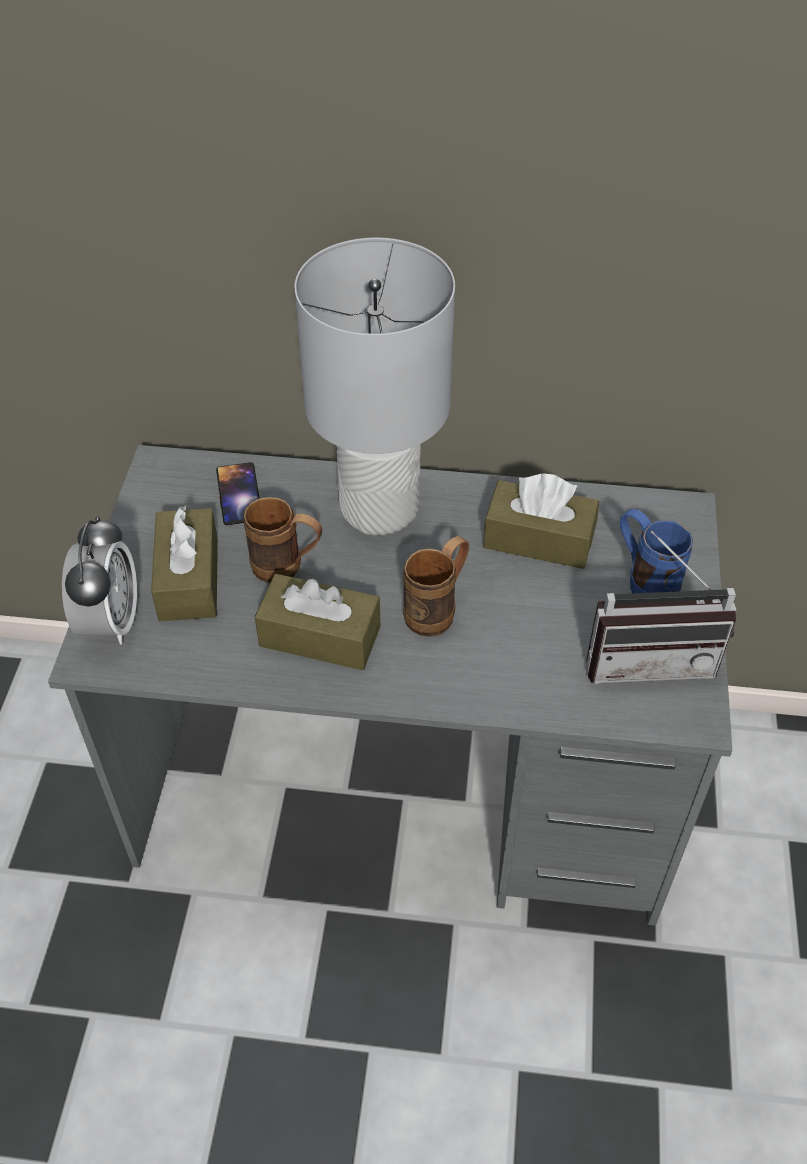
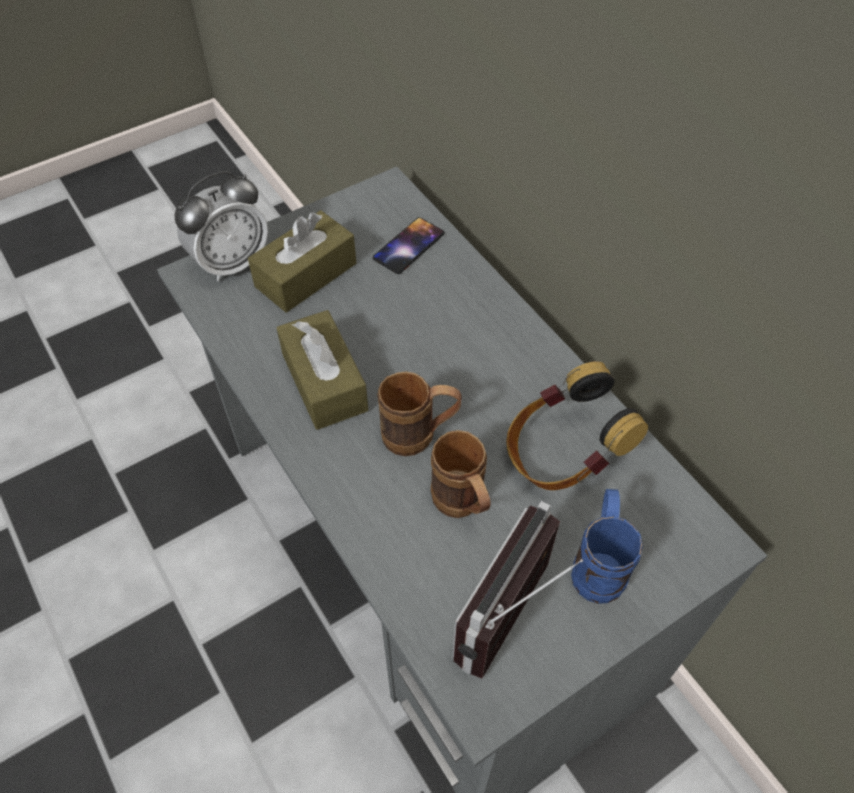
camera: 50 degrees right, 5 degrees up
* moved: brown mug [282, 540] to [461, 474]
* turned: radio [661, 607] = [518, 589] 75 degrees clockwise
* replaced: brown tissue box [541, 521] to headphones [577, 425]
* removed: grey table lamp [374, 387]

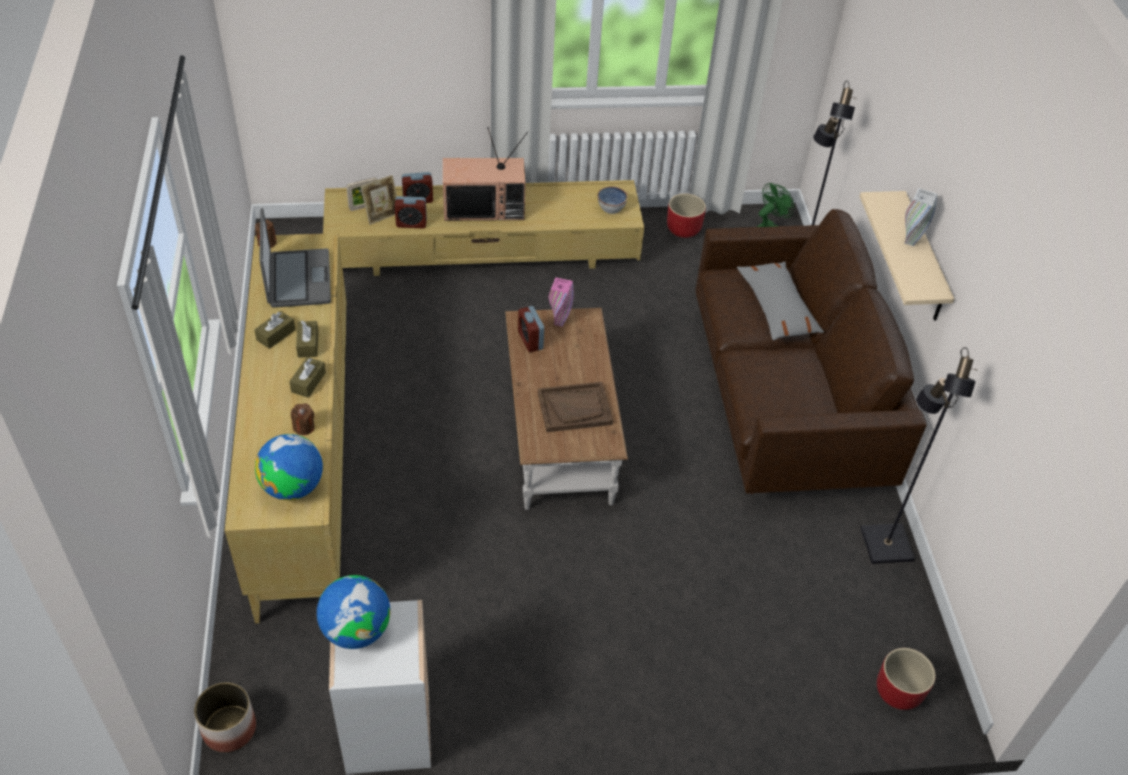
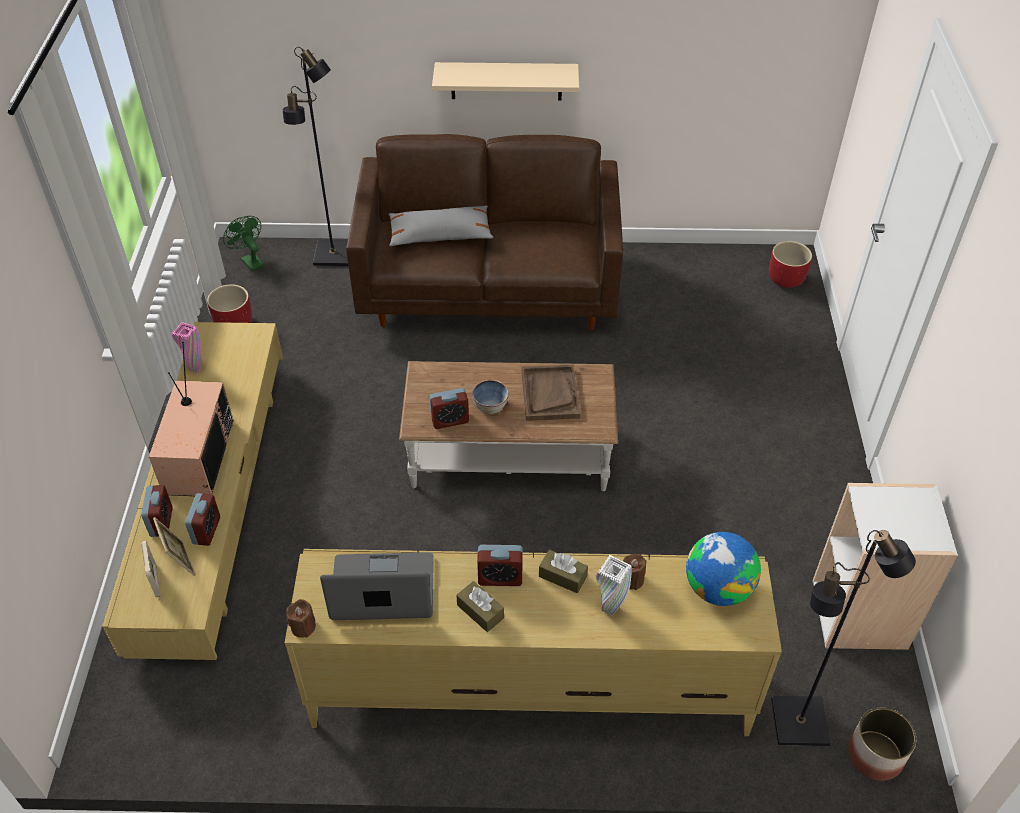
camera: 80 degrees left, 0 degrees up
* moved: pink vase [561, 302] to [187, 347]
* moved: bowl [613, 200] to [490, 397]
* replaced: brown tissue box [307, 339] to alarm clock [500, 565]
* moved: white vase [921, 217] to [614, 585]
* moved: black floor lamp [919, 455] to [843, 638]
* removed: globe [353, 612]

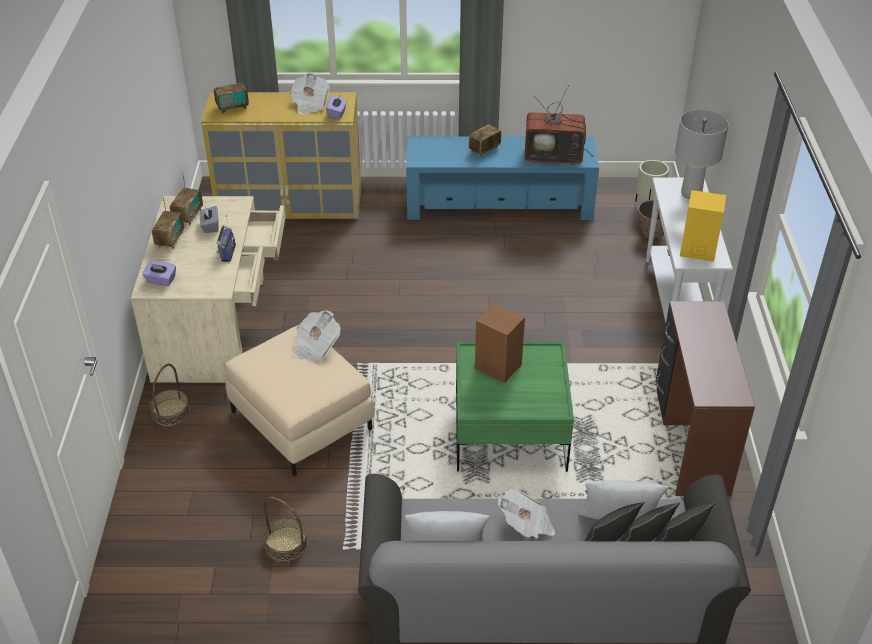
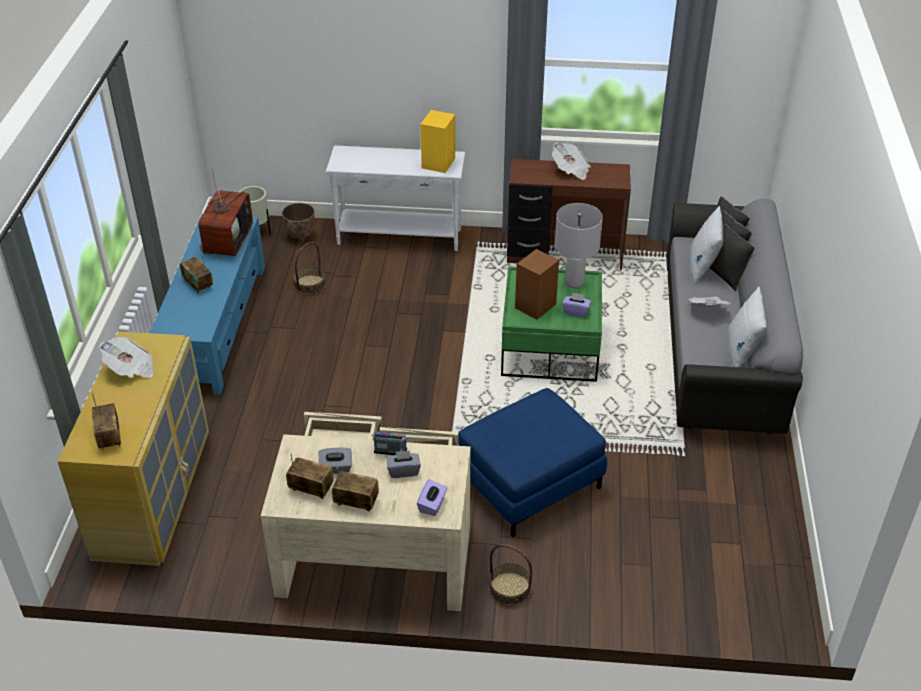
camera: 85 degrees left, 0 degrees up
* moved: basket [285, 529] to [309, 268]
* added: grey tissue box [403, 464]
* recoloured: beige ottoman [299, 400] to blue ottoman [532, 462]
* moved: newspaper [317, 335] to [571, 161]
* moved: grey table lamp [702, 154] to [579, 245]
* moved: purple tissue box [336, 107] to [576, 305]

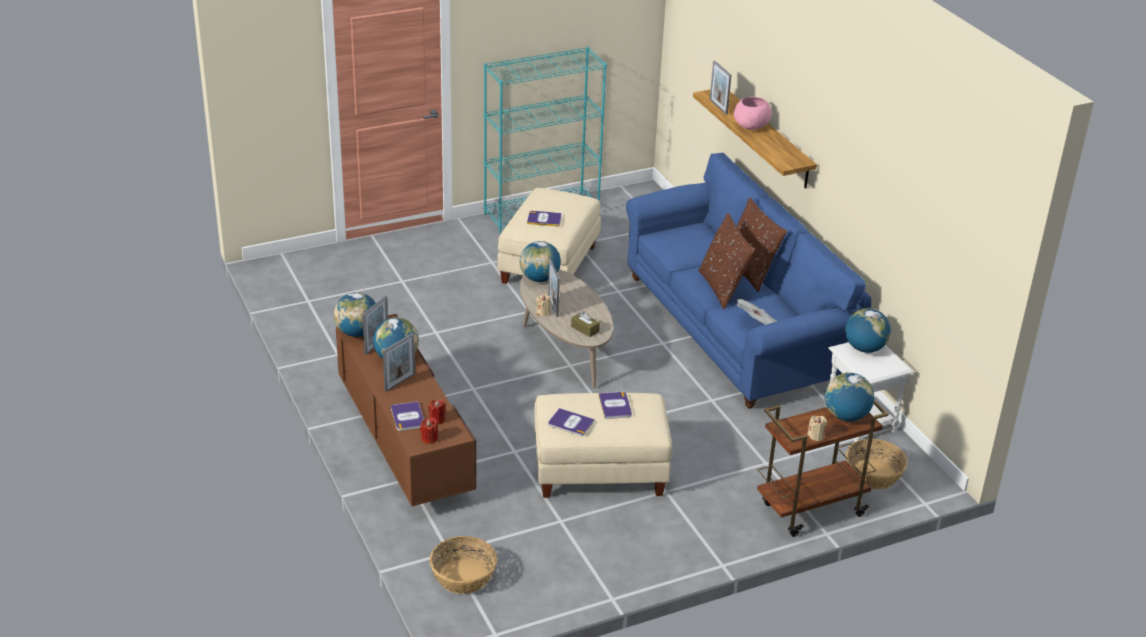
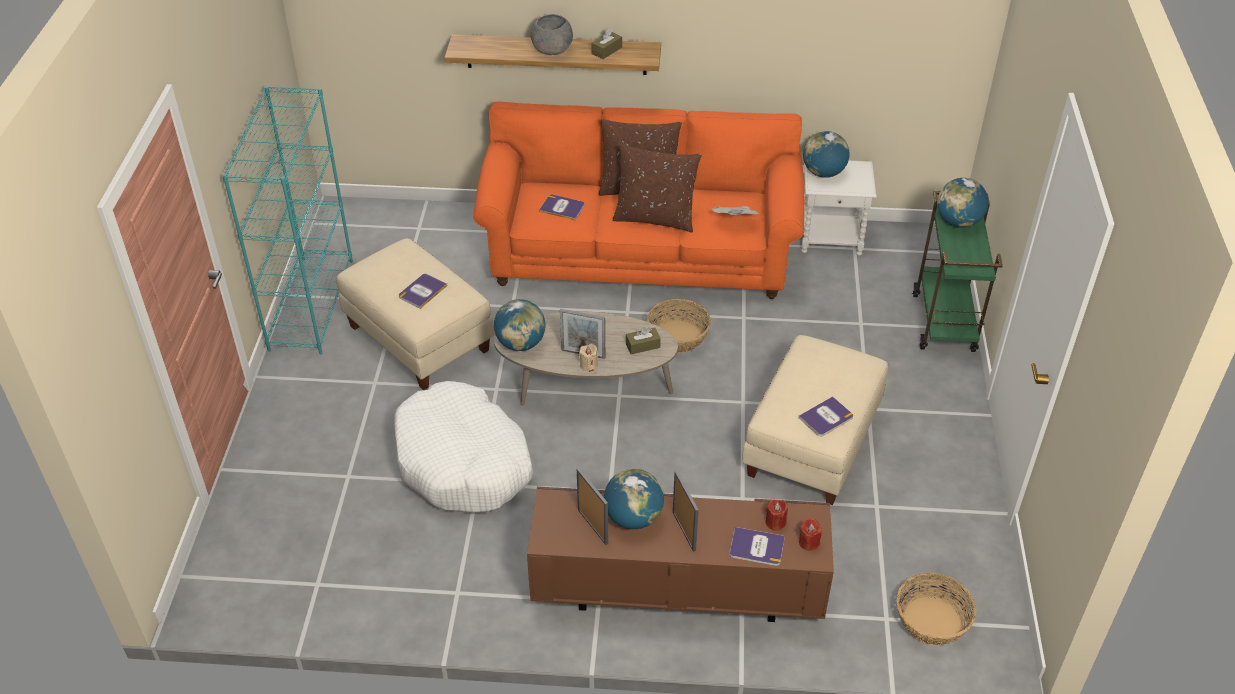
camera: 60 degrees left, 10 degrees up
* added: white dog bed [464, 446]
* recoloured: blue sofa [748, 281] to orange sofa [639, 200]
* recoloured: pink bowl [752, 113] to grey bowl [552, 34]
* moved: book [615, 405] to [562, 208]
* added: brown tissue box [606, 43]
* moved: basket [877, 464] to [679, 326]
* recoloured: brown cart [822, 468] to green cart [957, 271]
* removed: globe [355, 314]
* removed: picture frame [720, 88]
* removed: beige candle [817, 428]

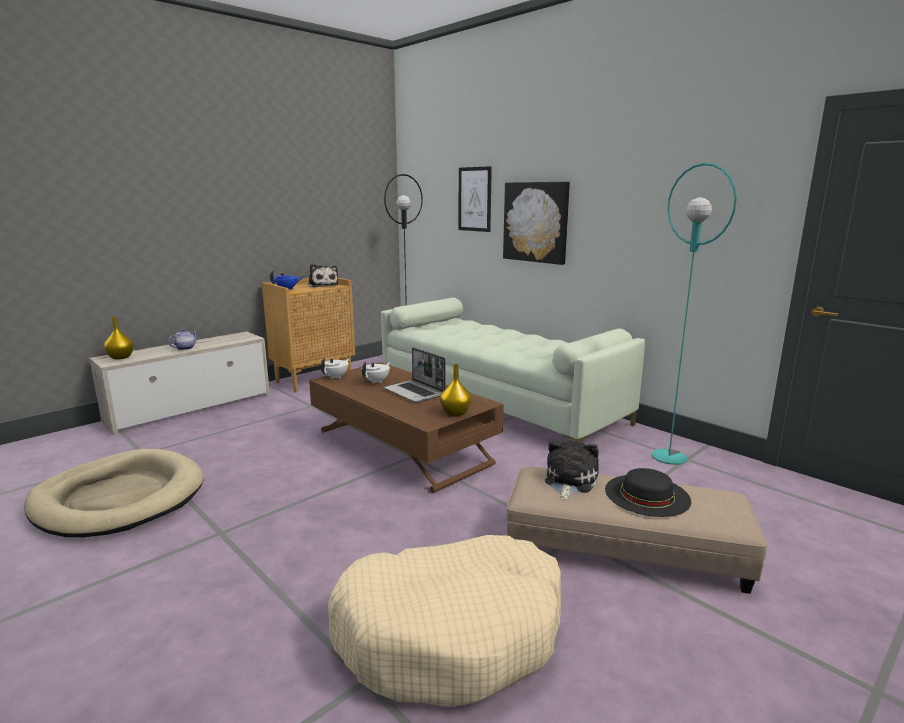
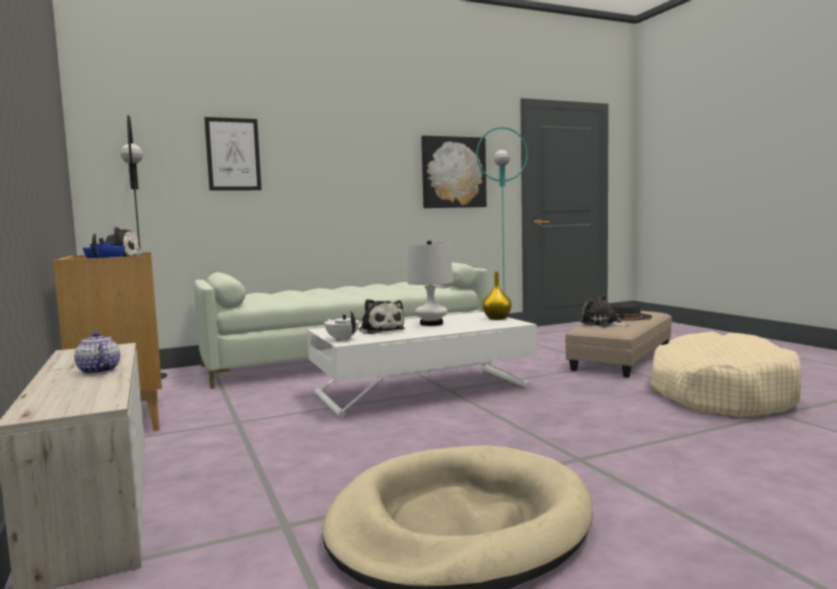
camera: 70 degrees left, 10 degrees down
* recoloured: brown coffee table [406, 427] to white coffee table [422, 365]
* replaced: white teapot [376, 373] to plush toy [381, 316]
* replaced: laptop [415, 374] to white table lamp [430, 283]
* moved: picture [536, 223] to [454, 172]
* removed: yellow vase [119, 338]

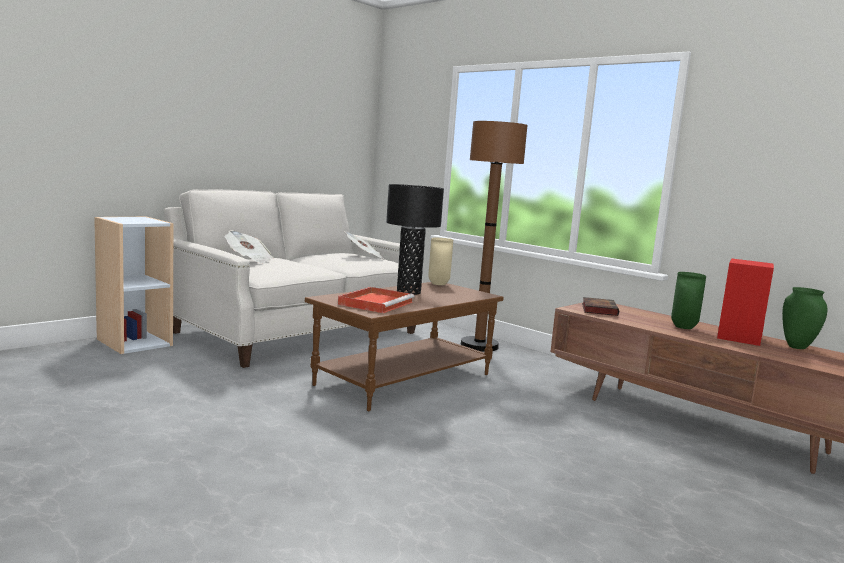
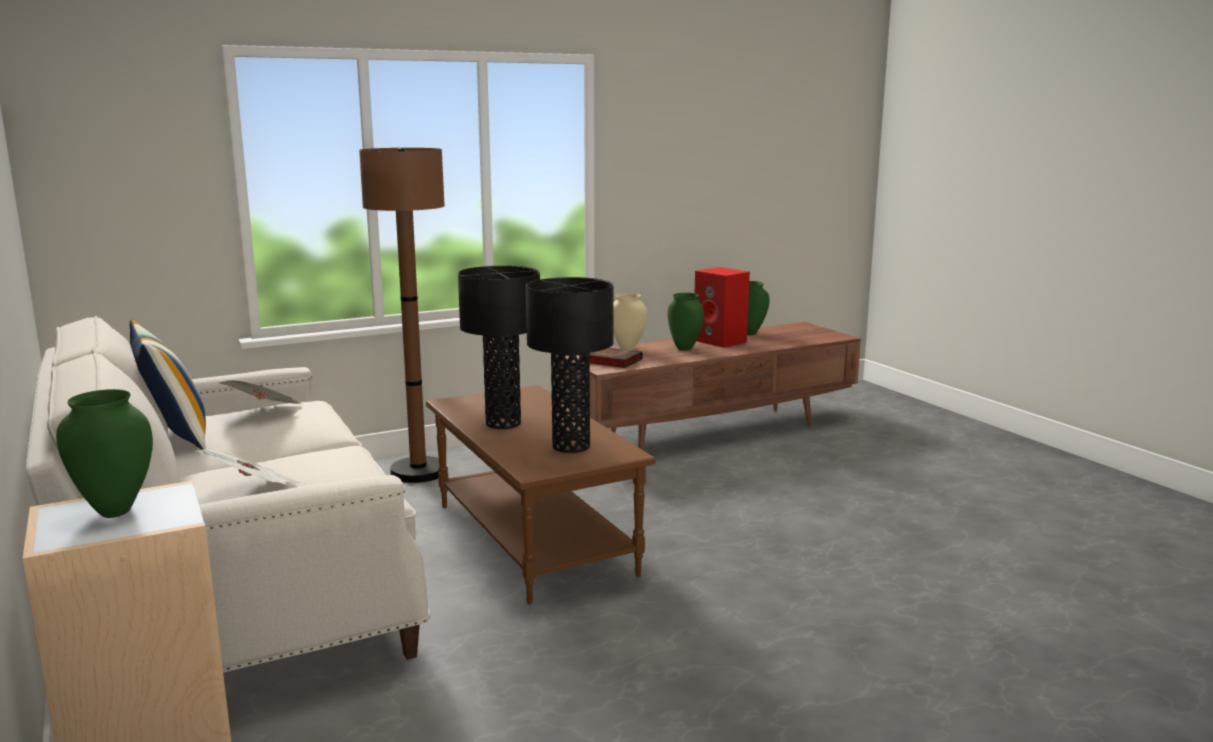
camera: 70 degrees left, 5 degrees up
* added: green vase [104, 453]
* added: pillow [168, 384]
* replaced: red tray [376, 300] to black table lamp [570, 365]
* moved: beige vase [440, 261] to [630, 321]

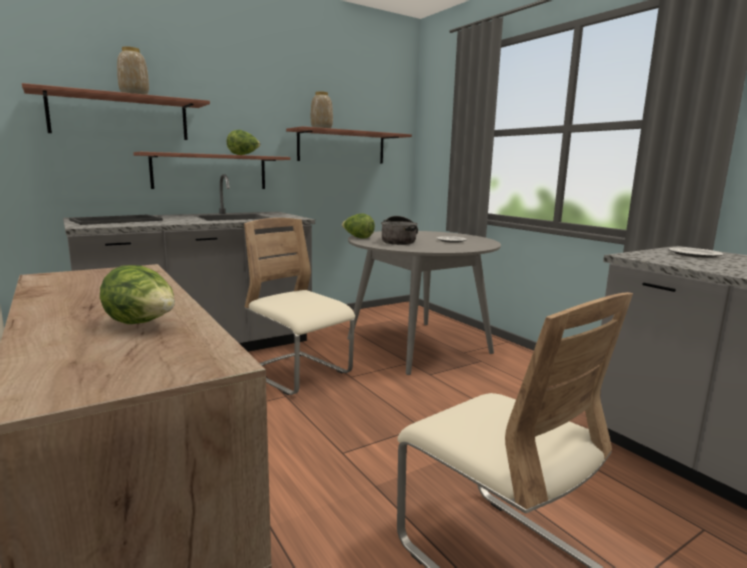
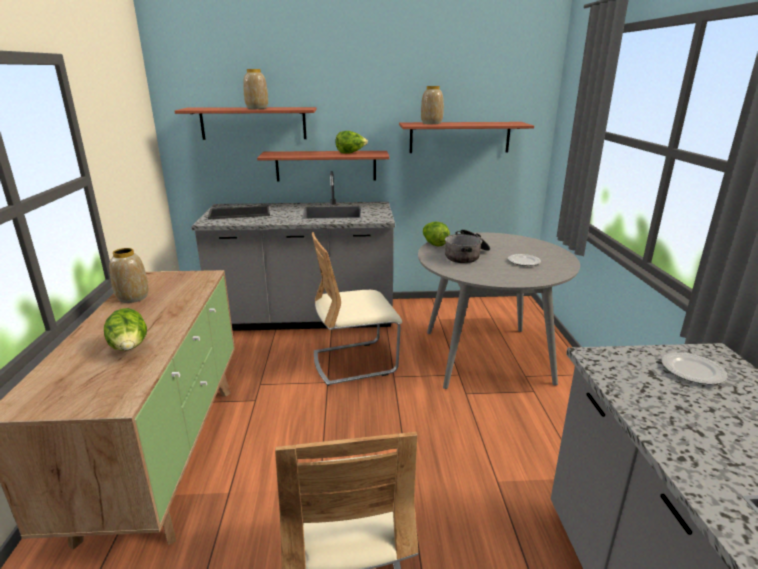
camera: 30 degrees right, 10 degrees up
* added: vase [129, 275]
* turned: beige chair [299, 306] = [357, 309] 90 degrees counterclockwise

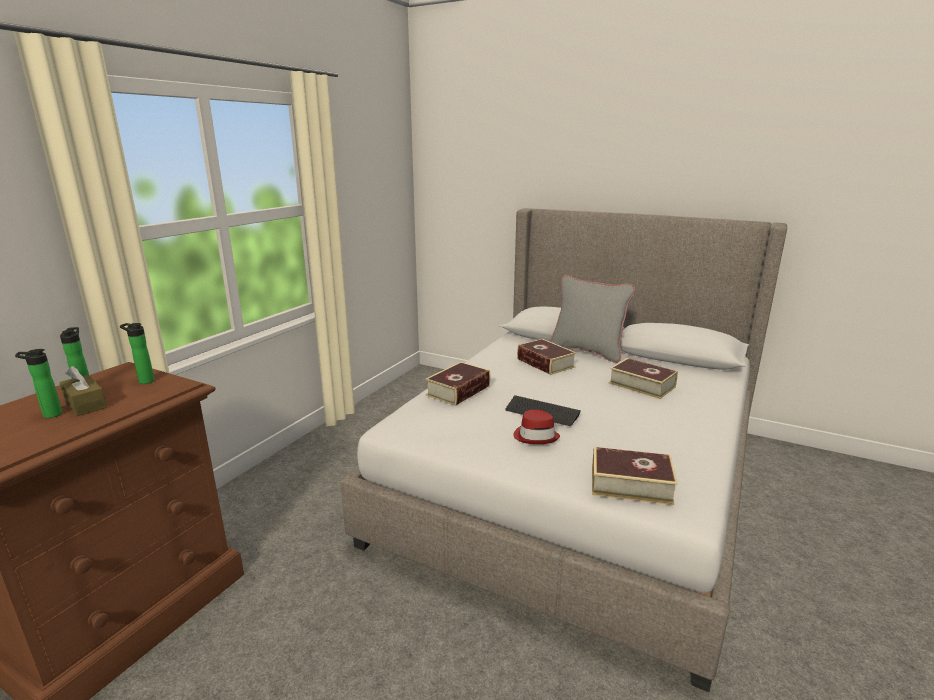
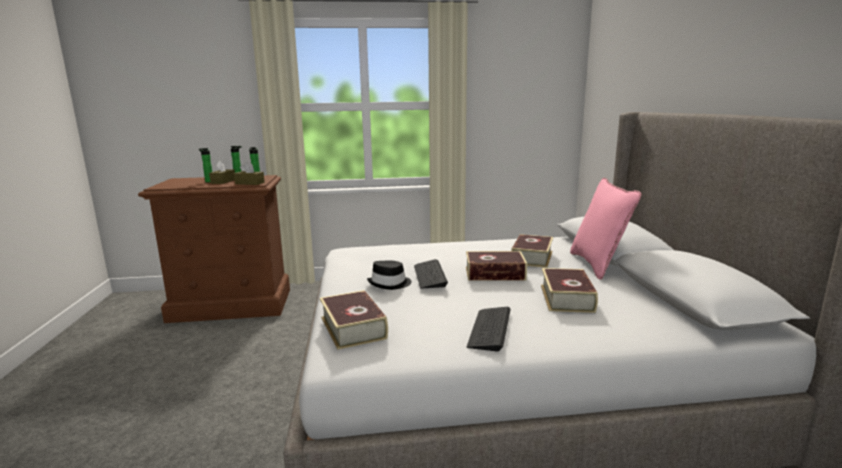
camera: 55 degrees right, 5 degrees down
* added: brown tissue box [249, 173]
* recoloured: red hat [536, 427] to black hat [389, 275]
* moved: book [457, 384] to [496, 266]
* added: keyboard [489, 329]
* recoloured: grey pillow [592, 319] to pink pillow [605, 229]

